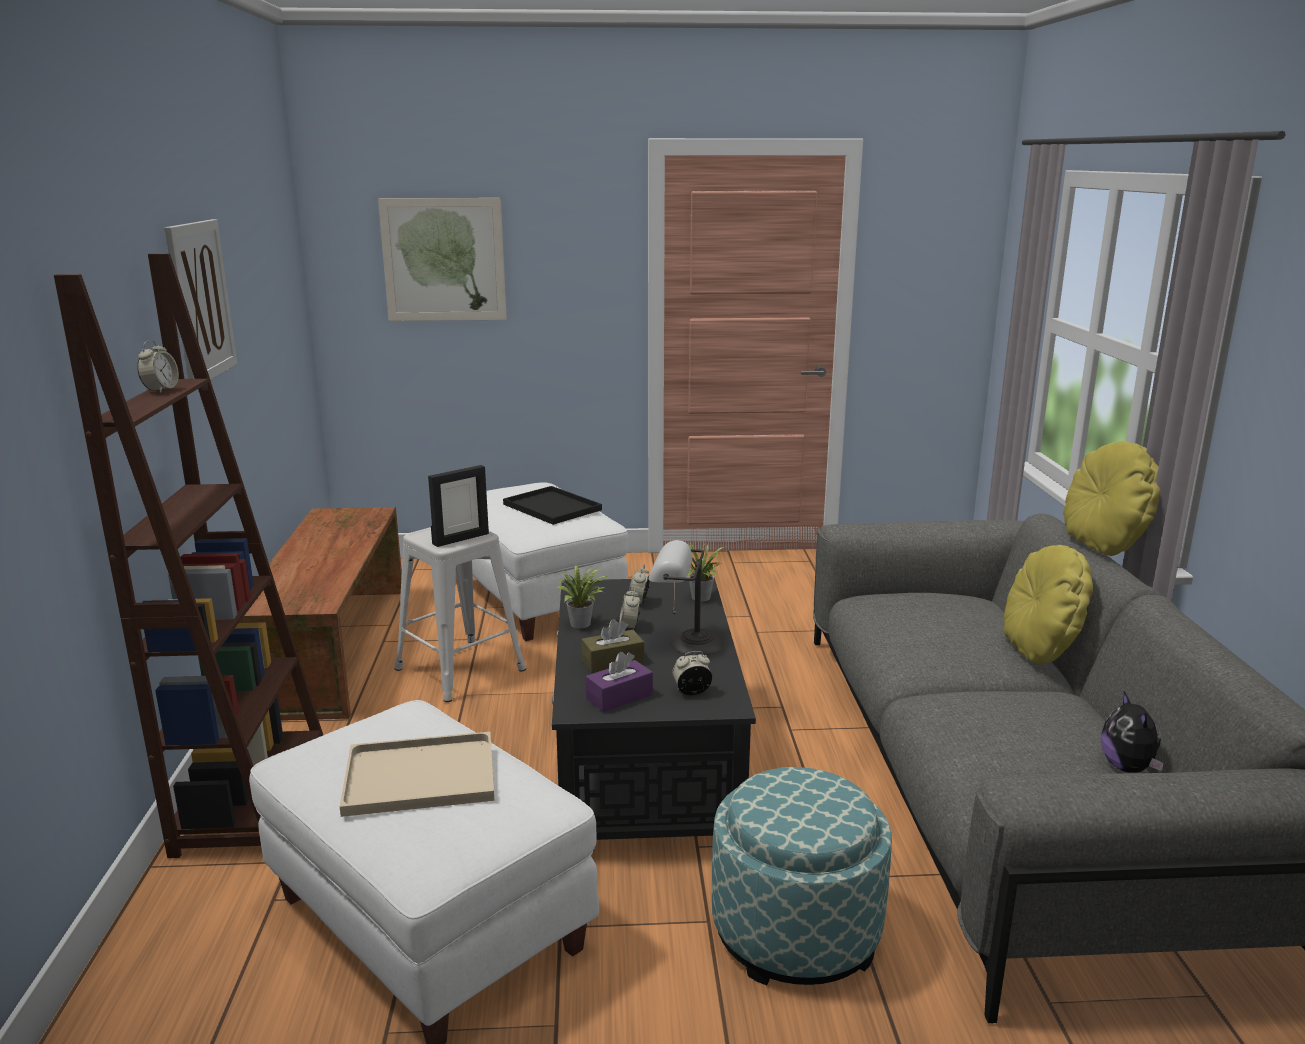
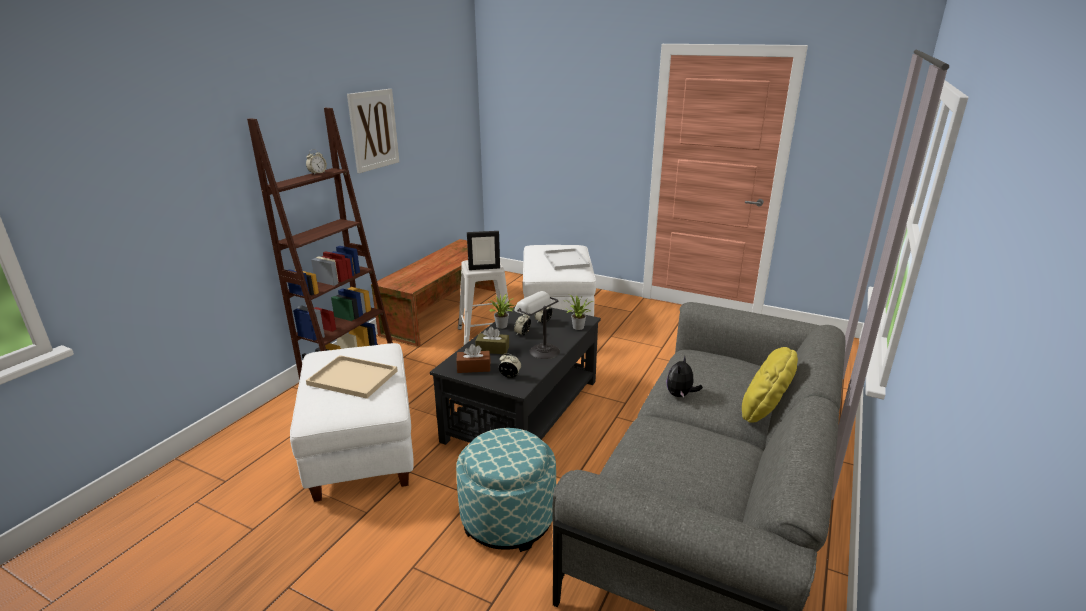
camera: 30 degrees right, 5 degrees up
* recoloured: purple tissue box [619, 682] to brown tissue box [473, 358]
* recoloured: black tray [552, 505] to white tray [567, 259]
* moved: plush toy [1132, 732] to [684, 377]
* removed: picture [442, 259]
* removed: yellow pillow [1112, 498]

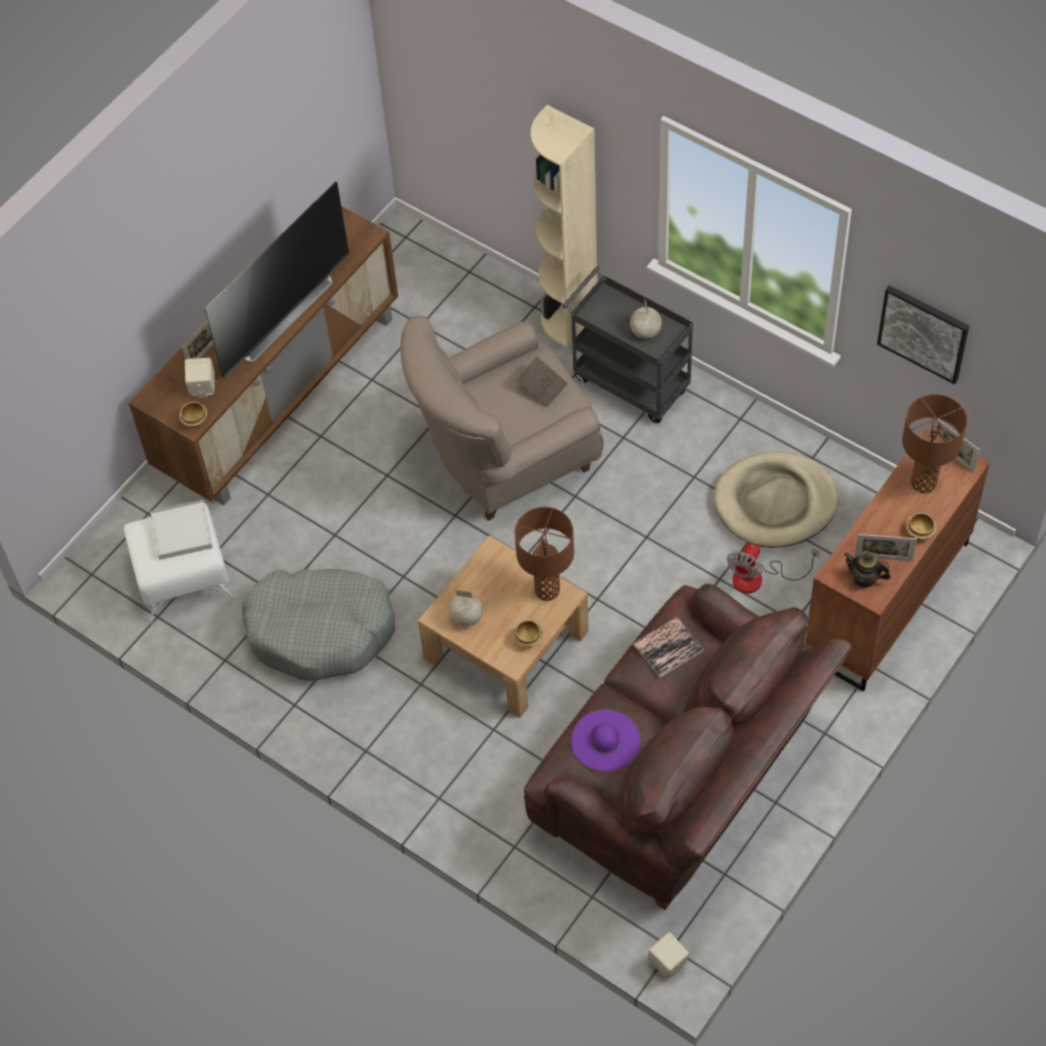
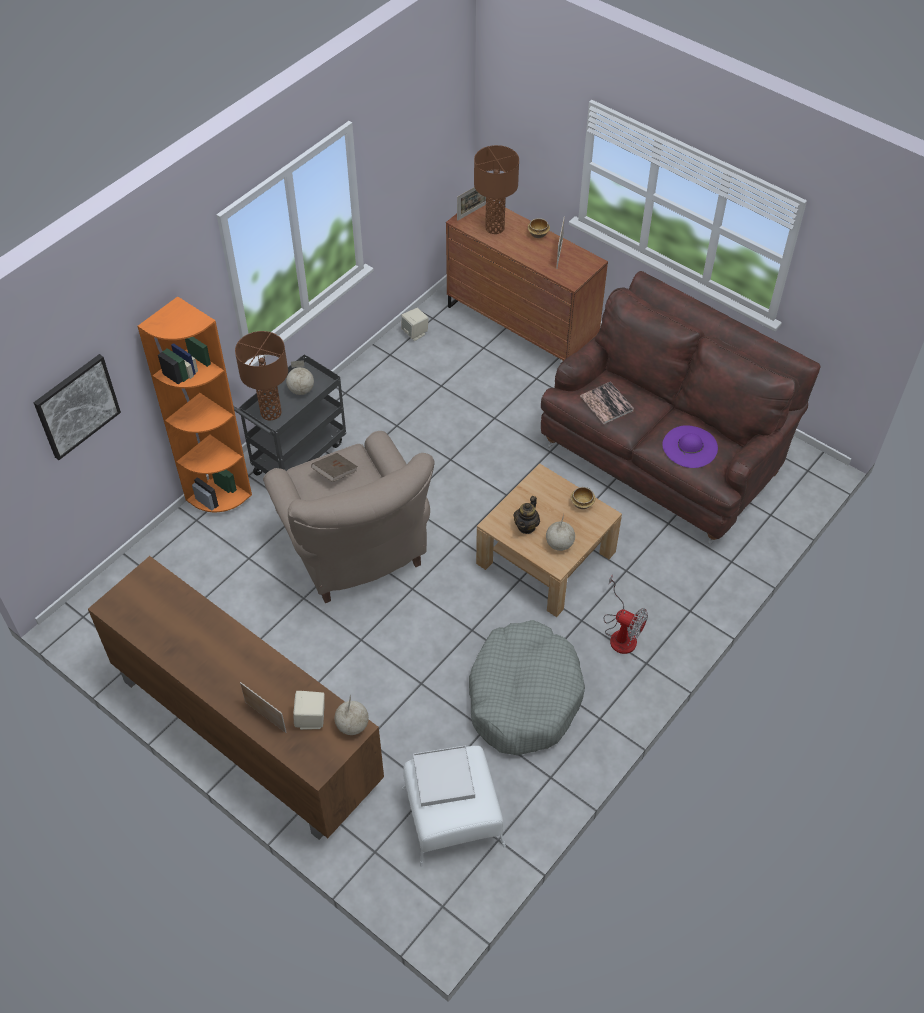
camera: 90 degrees left, 5 degrees down
* moved: picture [923, 334] to [77, 407]
* recoloured: beige bookcase [564, 226] to orange bookcase [195, 404]
* moved: brown table lamp [544, 554] to [261, 375]
* replaced: bowl [193, 415] to globe [351, 714]
* moved: beige speaker [668, 955] to [415, 324]
* moved: teapot [867, 570] to [526, 515]
* moved: fan [773, 568] to [626, 614]
* removed: television [277, 279]
* removed: beige dog bed [776, 499]

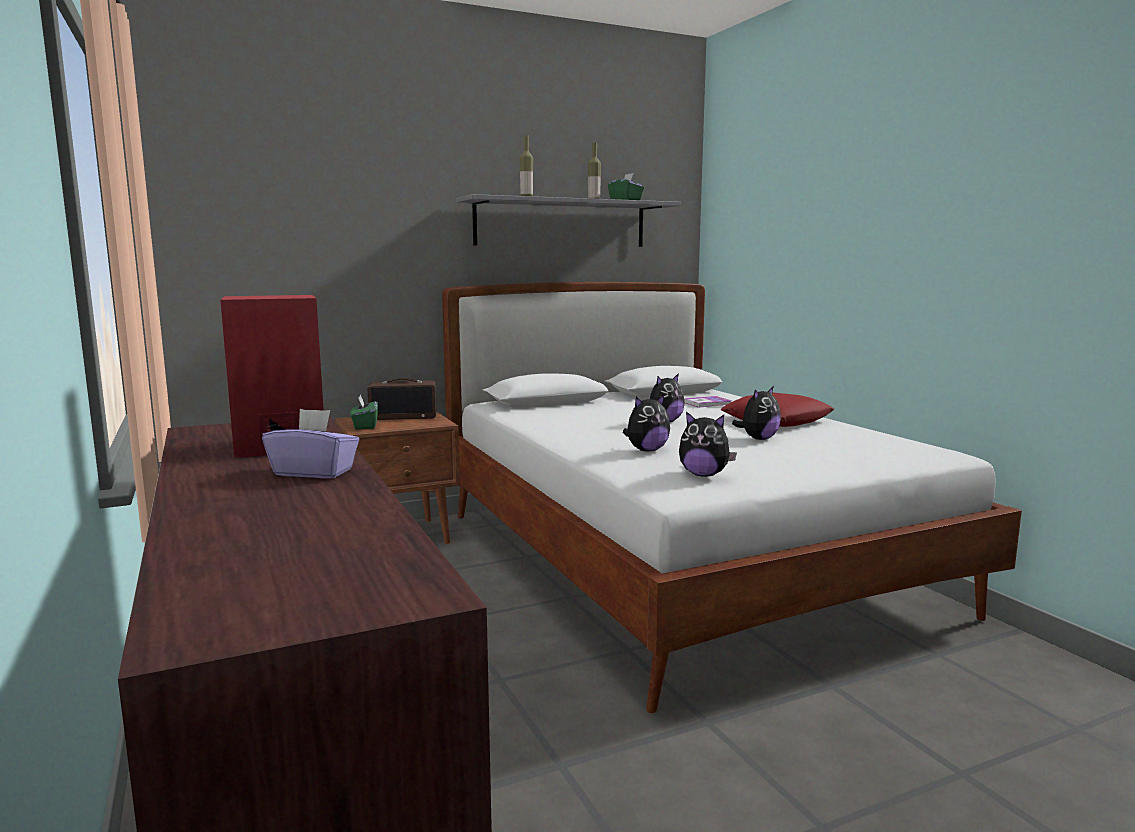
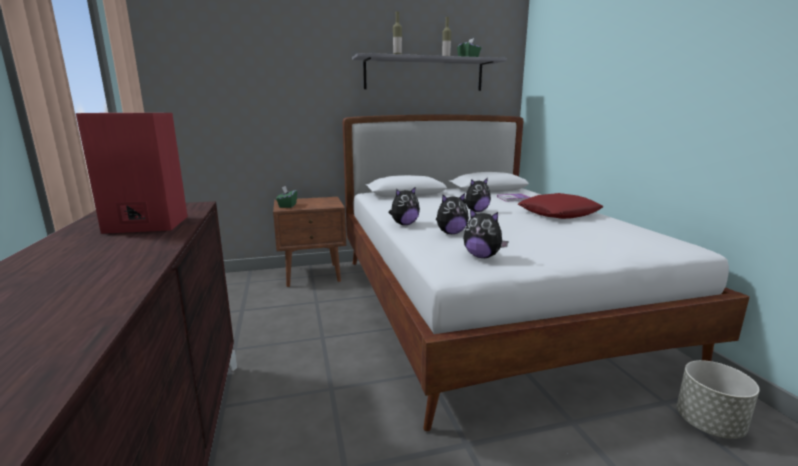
camera: 10 degrees right, 5 degrees up
* moved: plush toy [756, 413] to [404, 206]
* added: grey planter [718, 399]
* removed: purple tissue box [310, 444]
* removed: radio [402, 399]

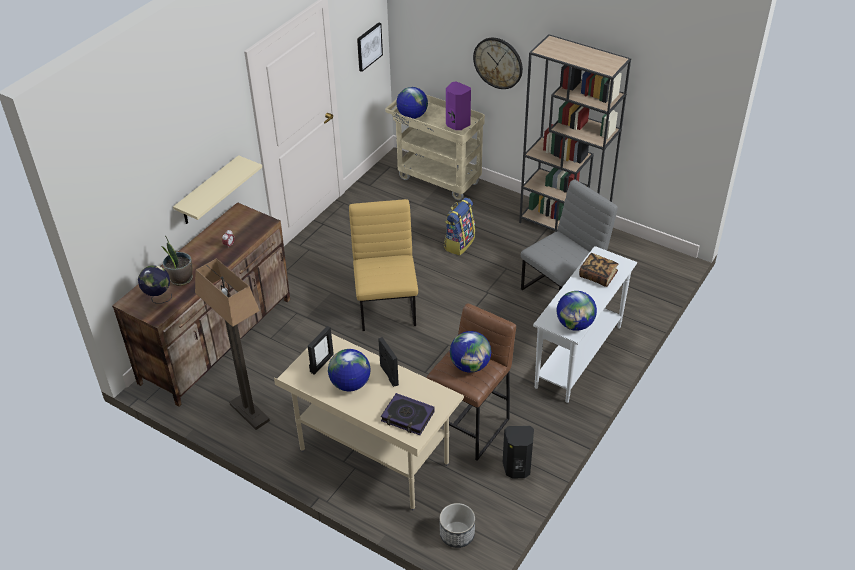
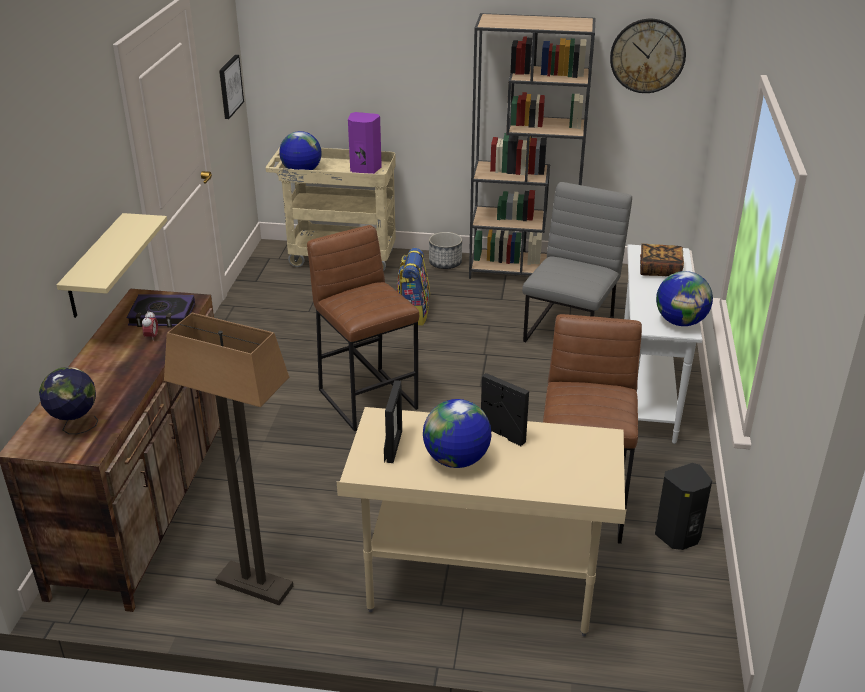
camera: 25 degrees left, 10 degrees down
* moved: book [408, 414] to [161, 310]
* replaced: yellow chair [383, 265] to brown stool [363, 328]
* moved: planter [457, 525] to [445, 250]
* moved: wall clock [498, 63] to [648, 56]
* removed: potted plant [177, 261]
* removed: globe [470, 352]

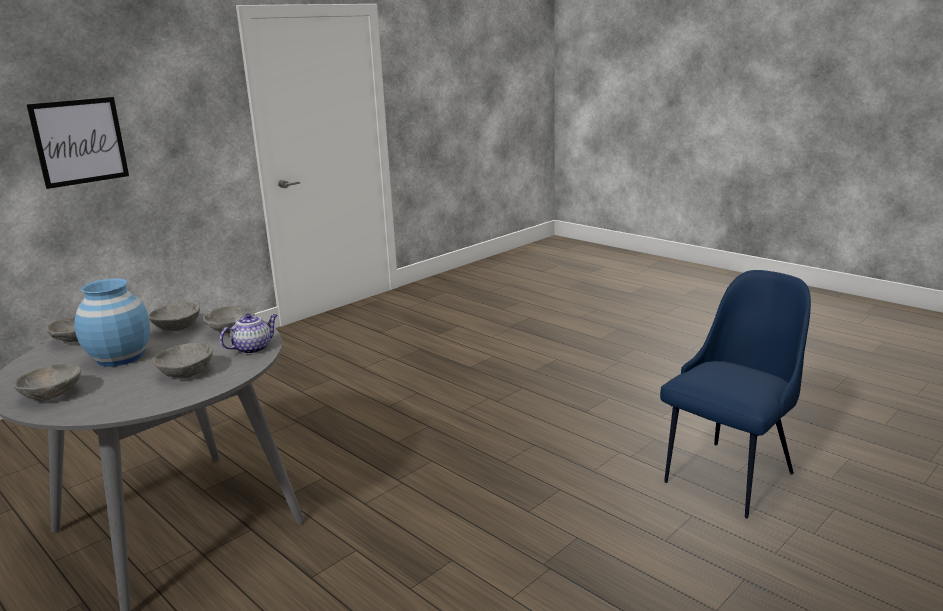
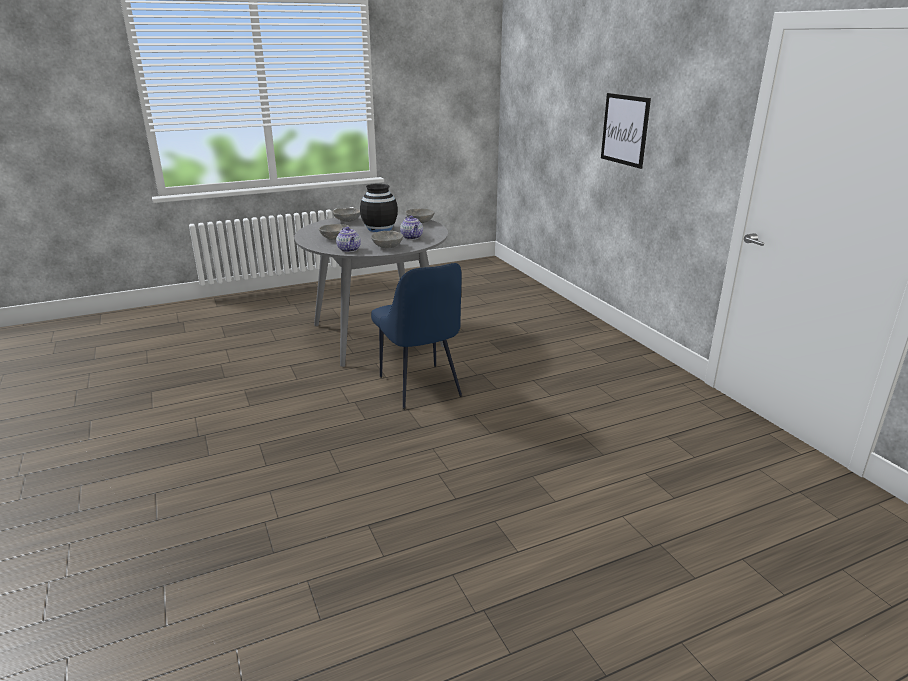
camera: 110 degrees right, 5 degrees up
* recoloured: blue vase [112, 322] to black vase [379, 208]
* moved: blue chair [735, 394] to [416, 336]
* replaced: grey bowl [174, 316] to teapot [411, 228]

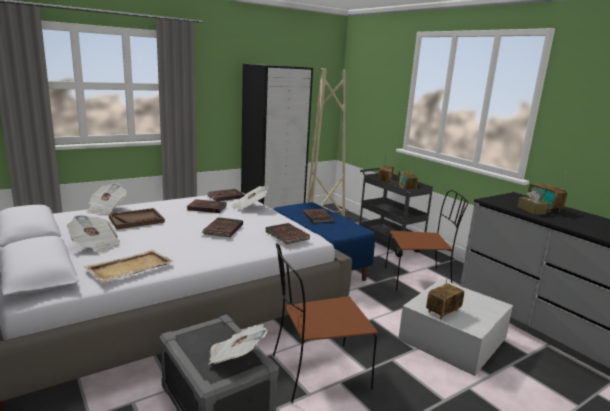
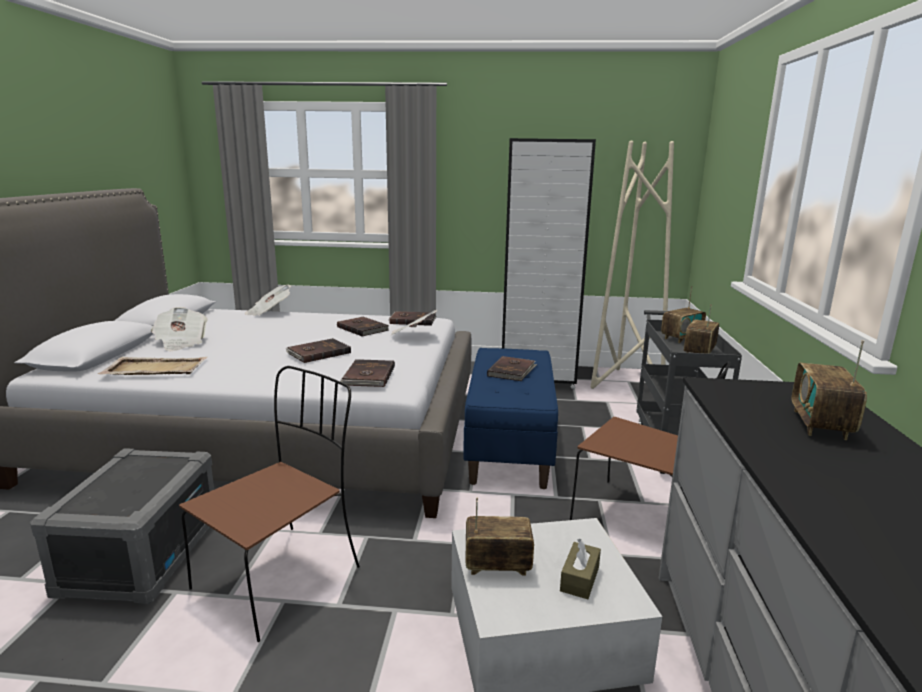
camera: 40 degrees right, 0 degrees up
* turned: brown chair [325, 322] = [269, 504] 105 degrees clockwise
* moved: brown tissue box [532, 202] to [580, 569]
* removed: brown tray [136, 218]
* removed: newspaper [237, 344]

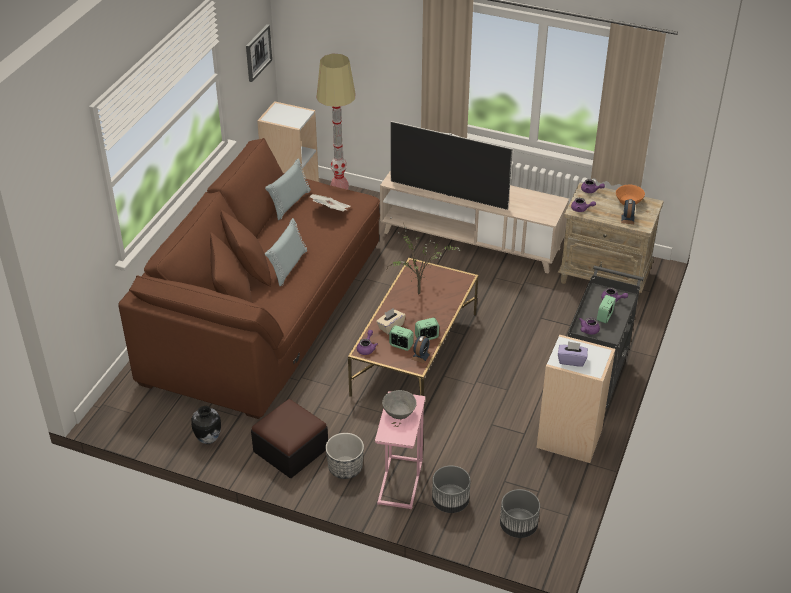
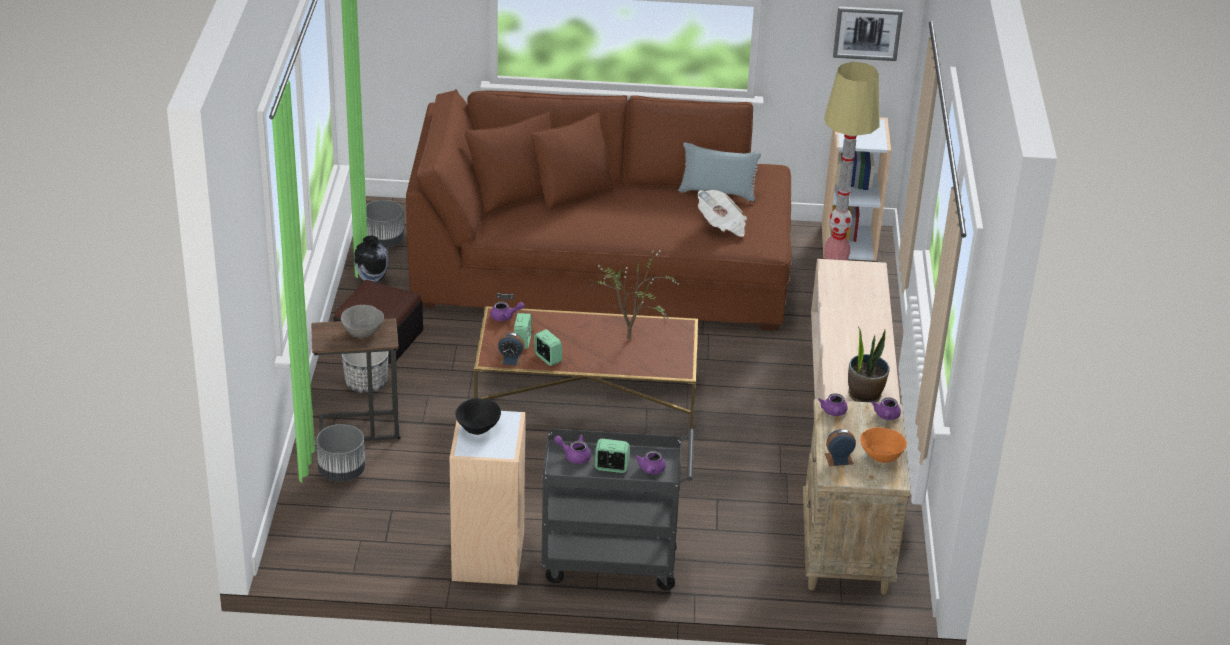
camera: 70 degrees right, 5 degrees down
* recoloured: pink side table [400, 450] to brown side table [356, 379]
* moved: grey planter [520, 513] to [385, 223]
* replaced: purple tissue box [573, 354] to black bowl [478, 416]
* added: potted plant [869, 364]
* removed: blue pillow [286, 252]
* removed: beige tissue box [391, 321]
* removed: television [451, 165]

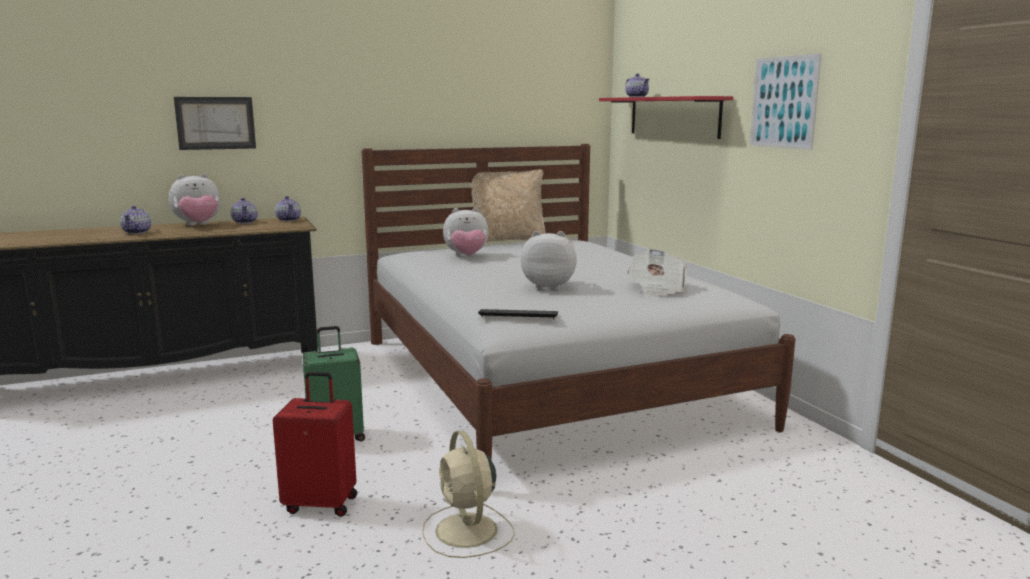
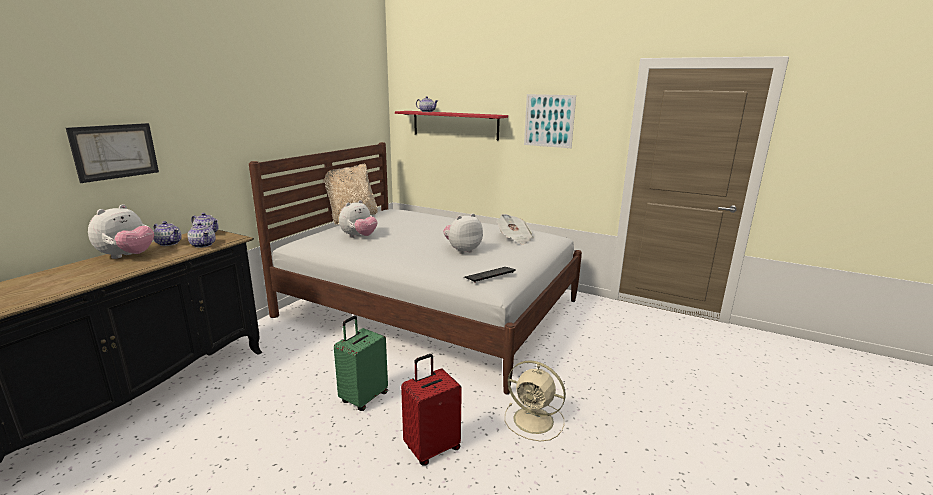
camera: 40 degrees left, 5 degrees up
* moved: teapot [135, 220] to [201, 235]

